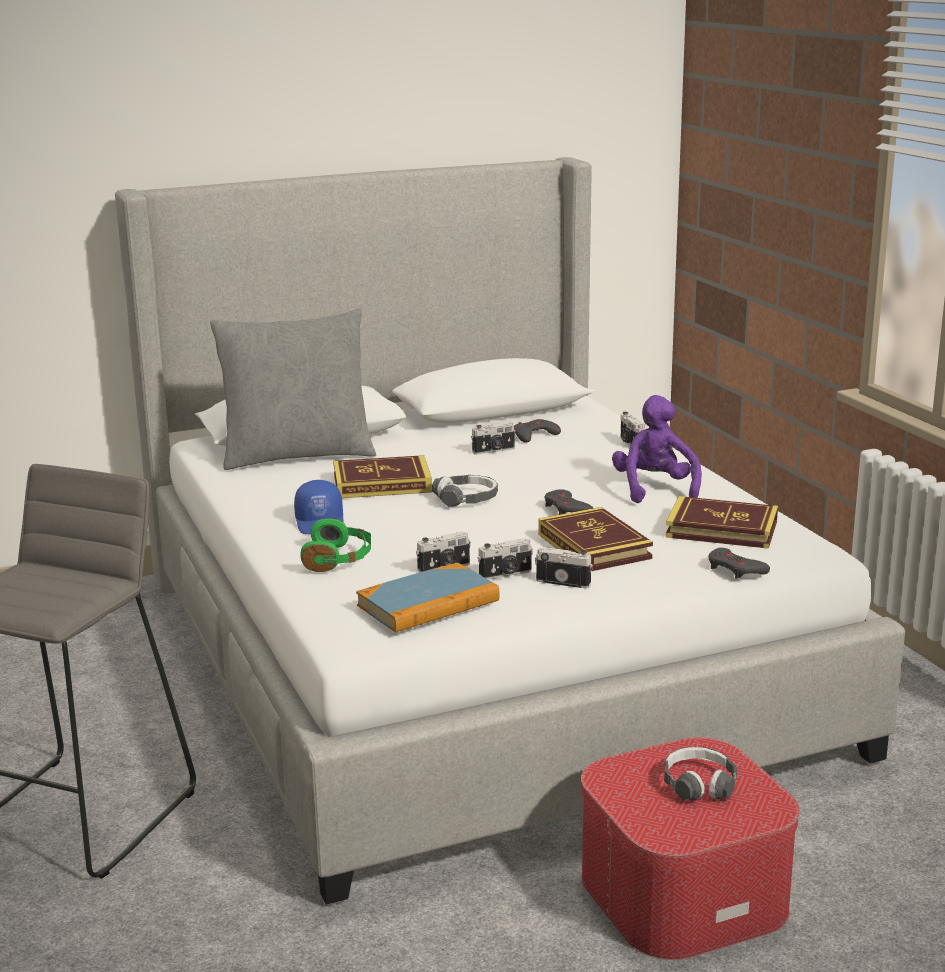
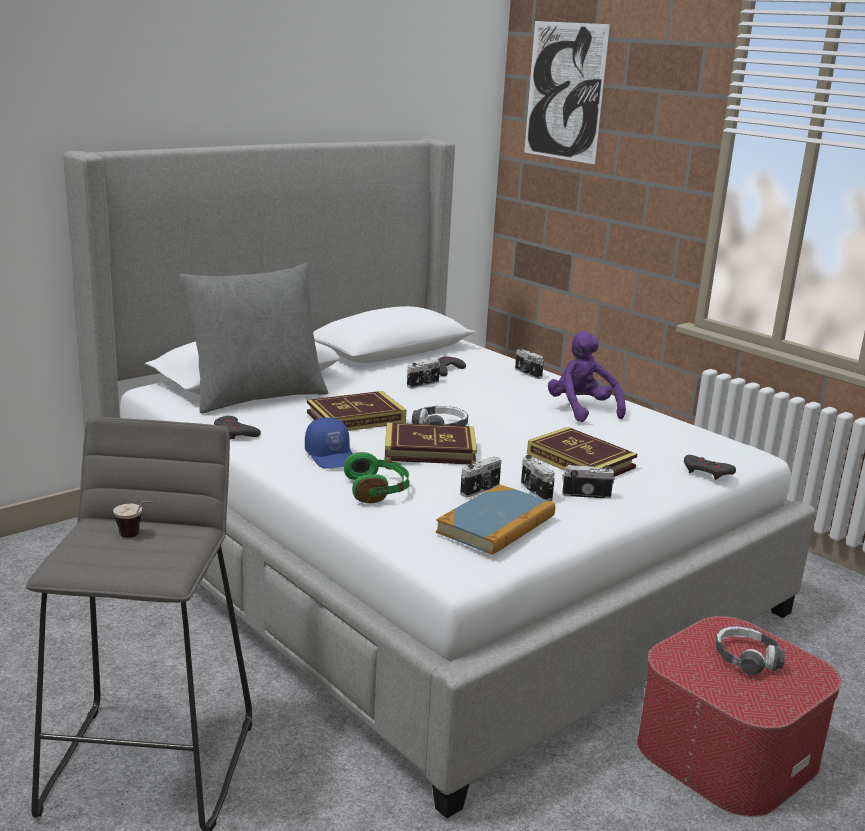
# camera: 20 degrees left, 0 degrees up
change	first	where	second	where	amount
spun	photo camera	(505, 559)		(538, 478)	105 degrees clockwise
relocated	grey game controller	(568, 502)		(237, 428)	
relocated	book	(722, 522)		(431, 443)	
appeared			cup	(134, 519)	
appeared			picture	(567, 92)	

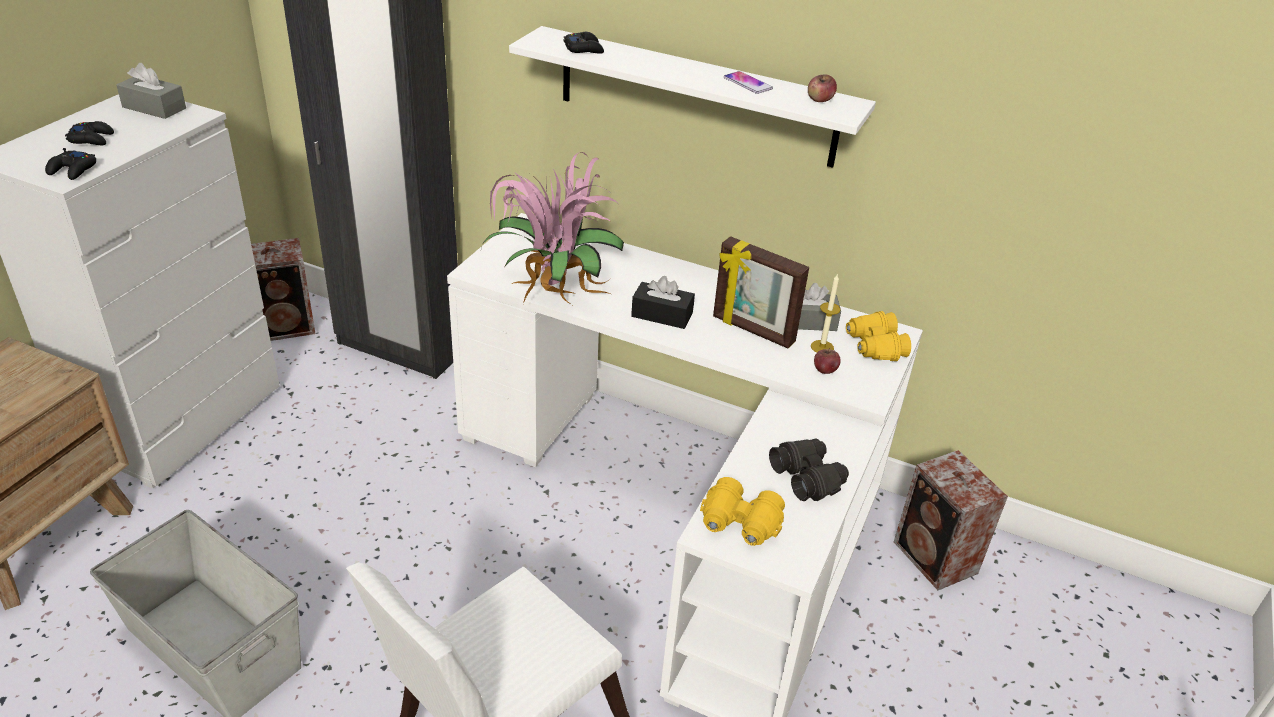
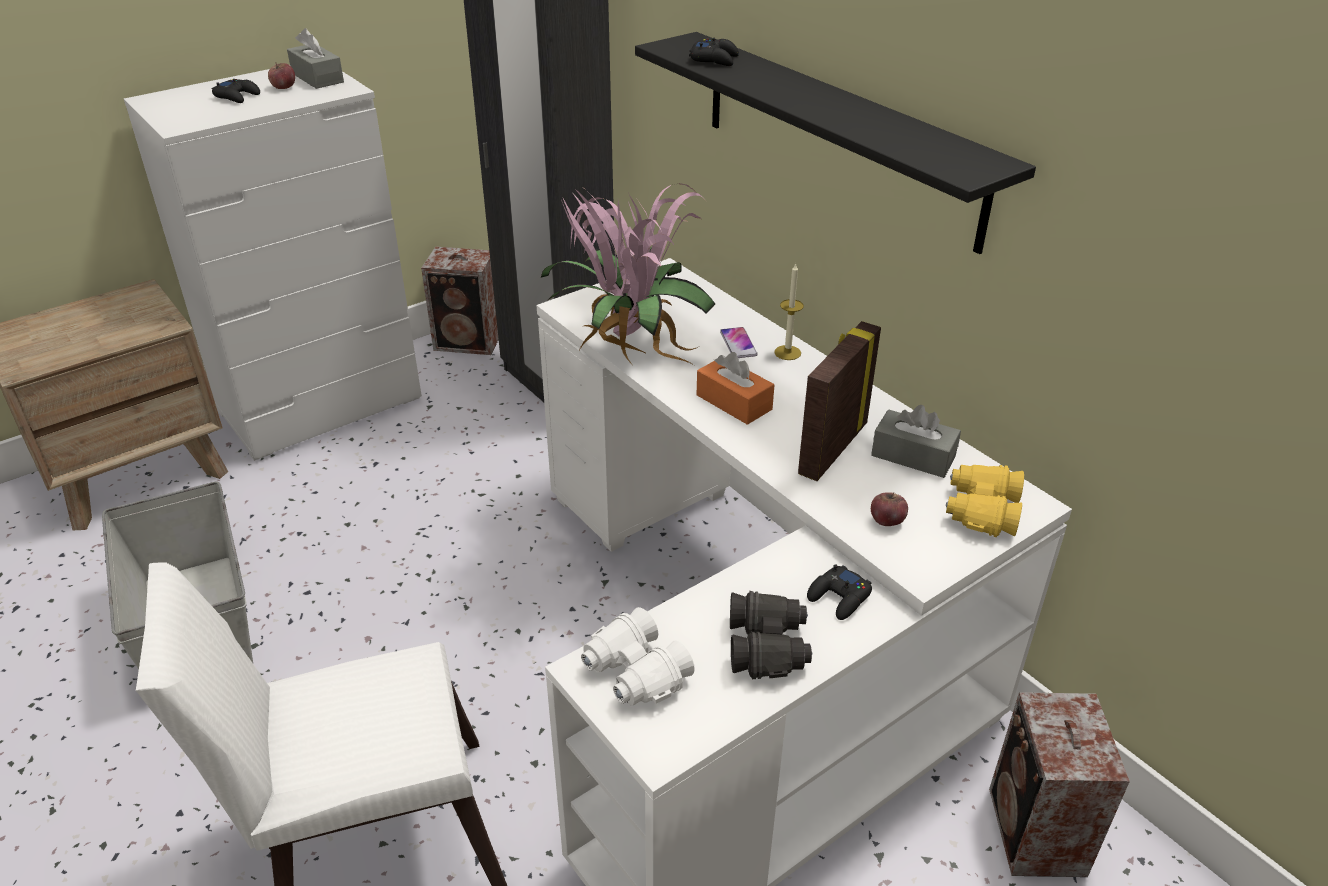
# camera: 30 degrees right, 0 degrees up
change	first	where	second	where	amount
relocated	black game controller	(70, 164)		(839, 592)	
colour	white shelf	(692, 97)	black shelf	(835, 143)	
colour	black tissue box	(663, 302)	orange tissue box	(735, 388)	
colour	yellow binoculars	(742, 511)	white binoculars	(638, 656)	
spun	picture frame	(761, 292)		(839, 401)	60 degrees clockwise
relocated	phone	(748, 82)		(739, 342)	
relocated	apple	(822, 88)		(281, 75)	
relocated	candle	(826, 313)		(789, 311)	

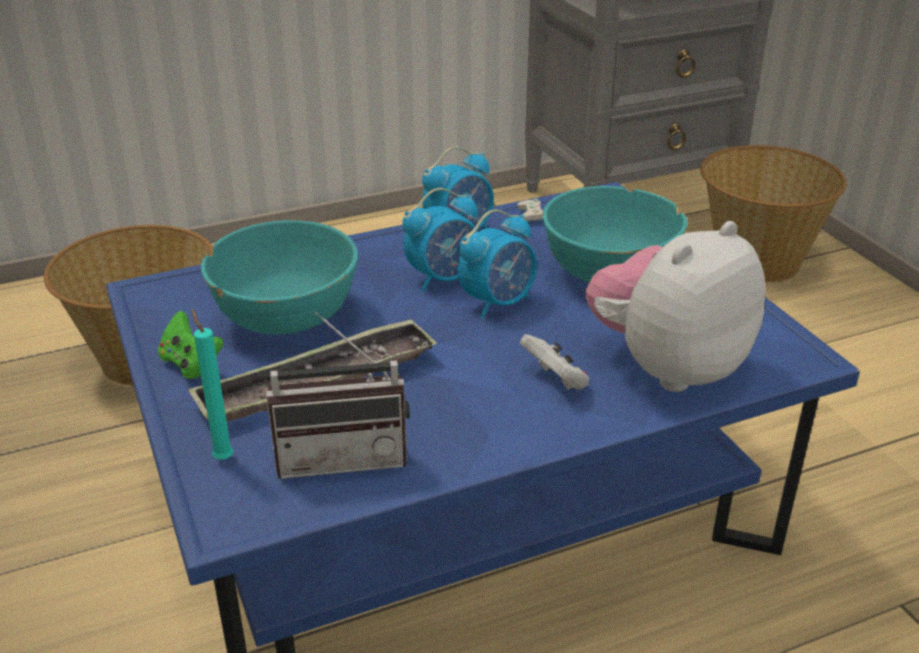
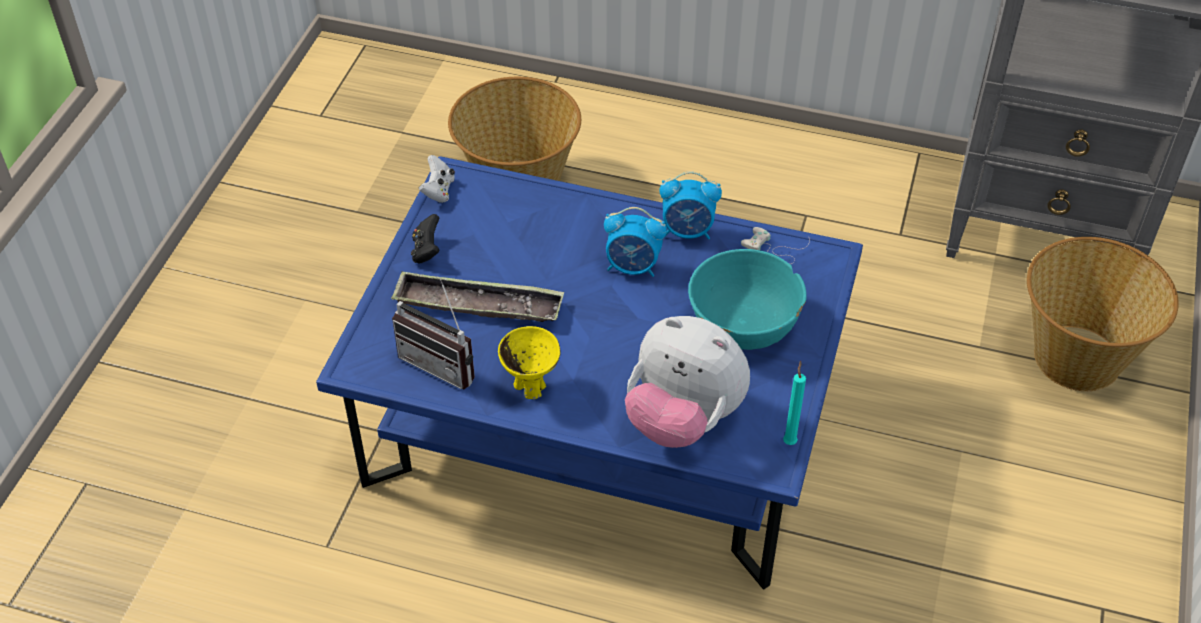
# camera: 40 degrees right, 15 degrees up
change	first	where	second	where	amount
colour	green game controller	(190, 345)	black game controller	(425, 238)	
relocated	turquoise candle	(212, 384)		(794, 402)	
missing	turquoise bowl	(279, 277)			
missing	alarm clock	(497, 264)			
relocated	white game controller	(554, 362)		(436, 179)	
spun	plush toy	(675, 306)		(687, 382)	150 degrees counterclockwise
appeared			yellow bowl	(529, 362)	

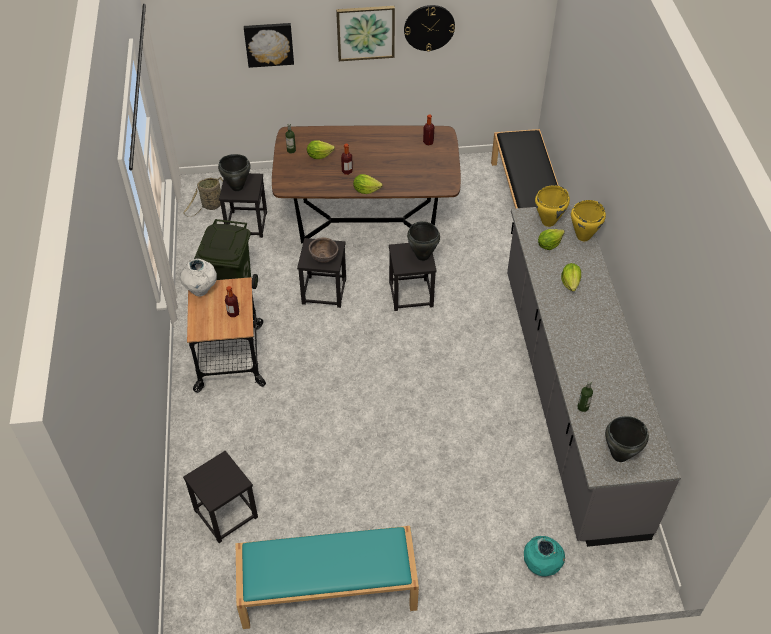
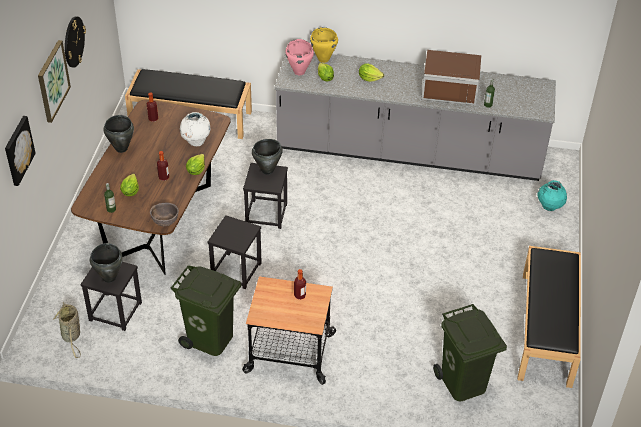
# camera: 75 degrees left, 5 degrees down
change	first	where	second	where	amount
relocated	white vase	(198, 277)		(195, 129)	
exchanged	black stool	(220, 497)	green trash can	(470, 352)	
colour	turquoise bench	(327, 577)	black bench	(549, 317)	
relocated	brown bowl	(323, 250)		(164, 215)	
colour	yellow cooking pot	(552, 206)	pink cooking pot	(300, 57)	
relocated	black cooking pot	(627, 439)		(118, 134)	
appeared			brown microwave	(451, 77)	

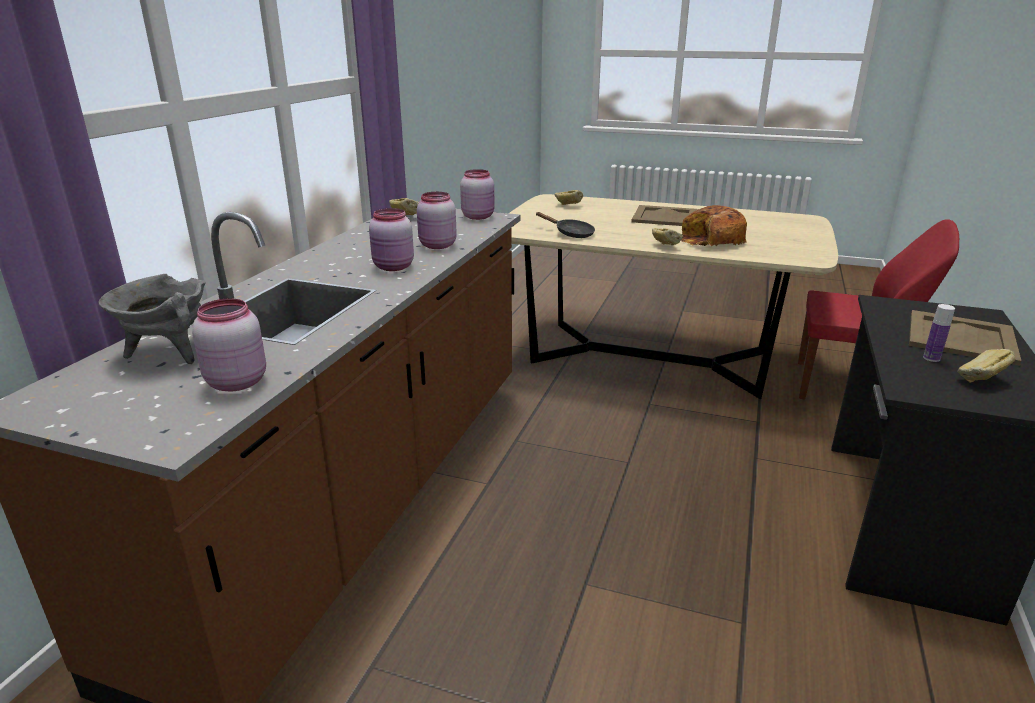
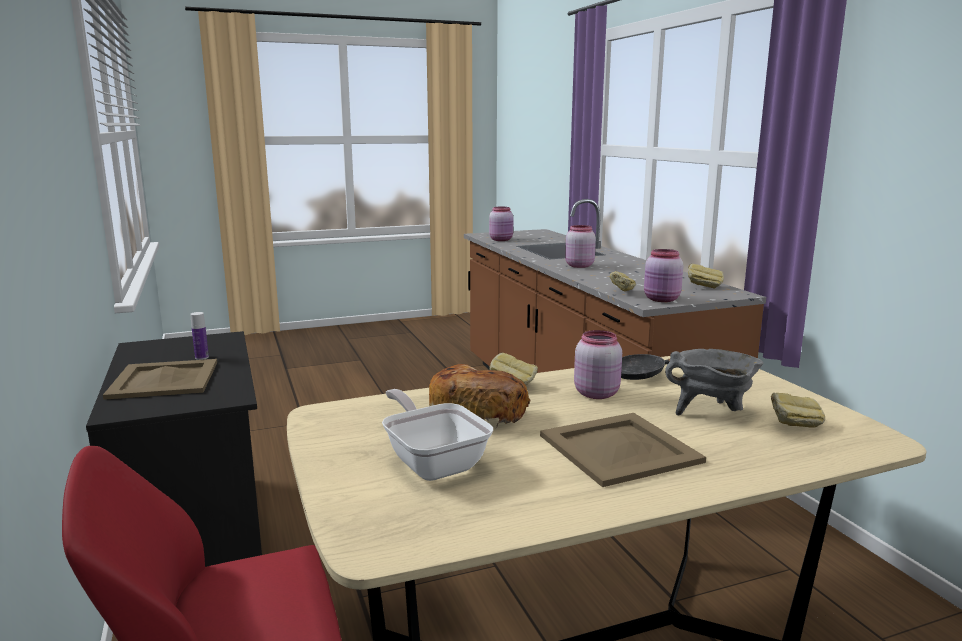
# camera: 140 degrees right, 10 degrees down
change	first	where	second	where	amount
relocated	grey cooking pot	(152, 319)		(714, 382)	
relocated	pink jar	(437, 220)		(598, 364)	
relocated	bread	(986, 366)		(623, 281)	
appeared			frying pan	(437, 435)	

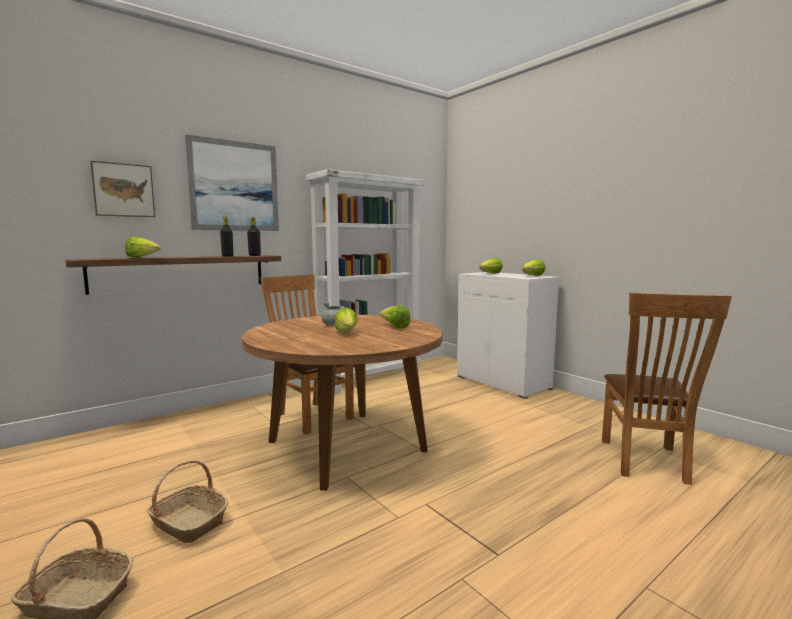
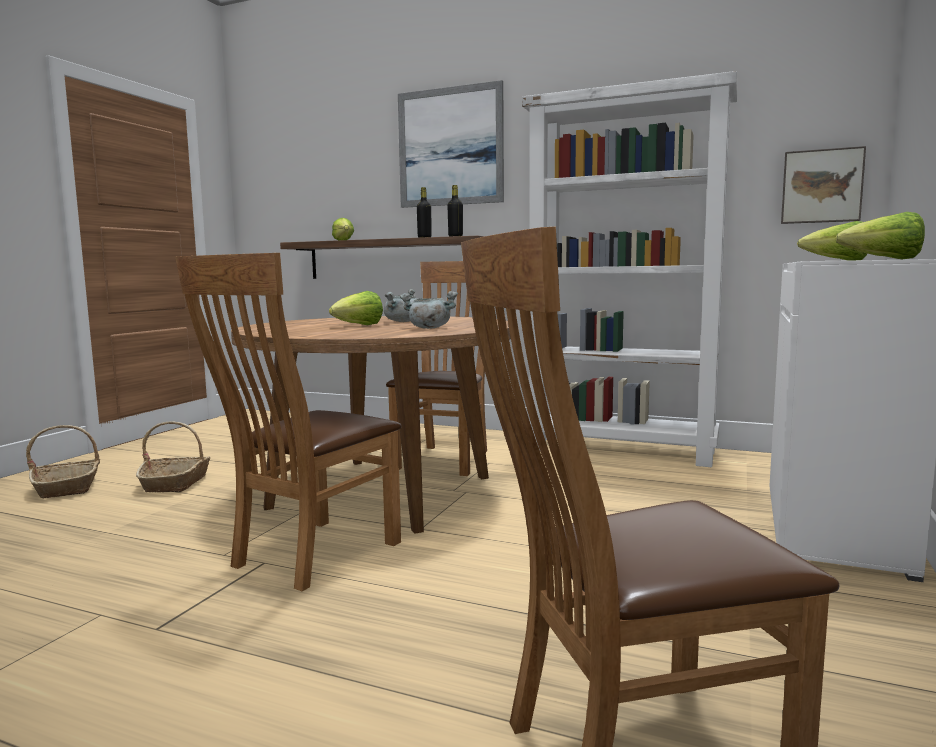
# camera: 60 degrees right, 0 degrees up
change	first	where	second	where	amount
relocated	picture	(122, 189)		(823, 185)	
exchanged	lettuce	(395, 317)	grey cooking pot	(428, 310)	
appeared			brown chair	(288, 422)	

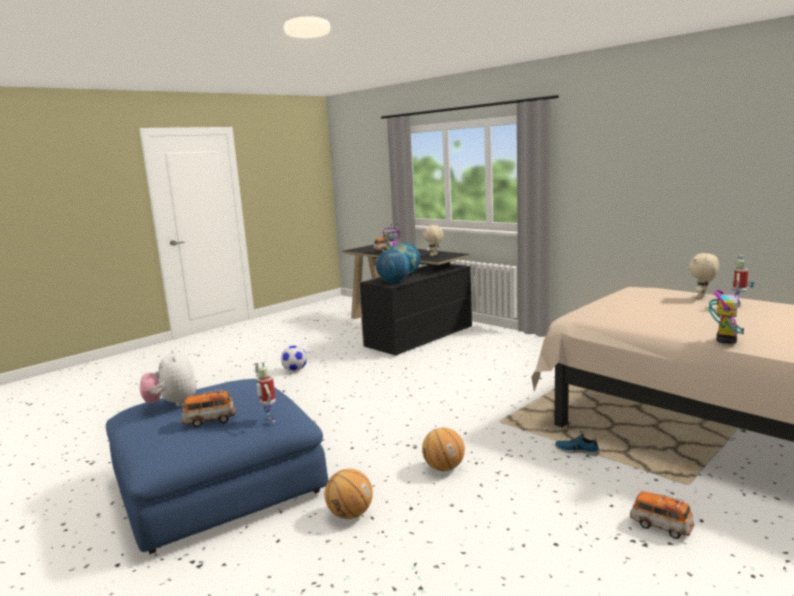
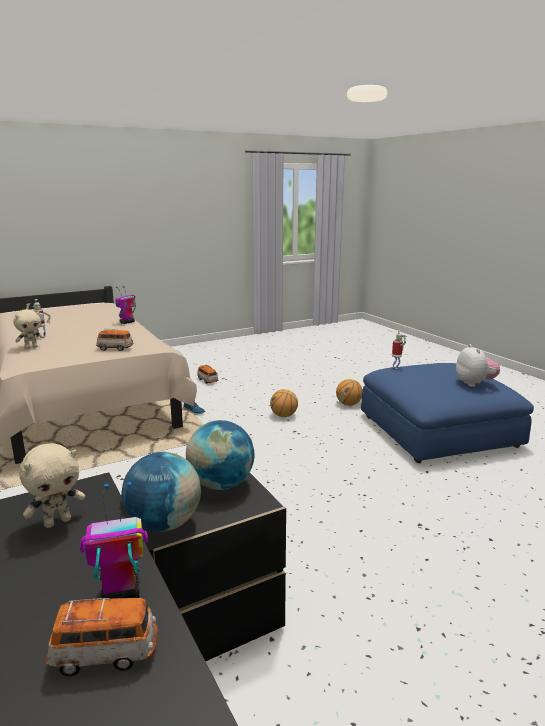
# camera: 165 degrees left, 5 degrees up
change	first	where	second	where	amount
relocated	toy car	(208, 408)		(115, 340)	
missing	football	(294, 358)			

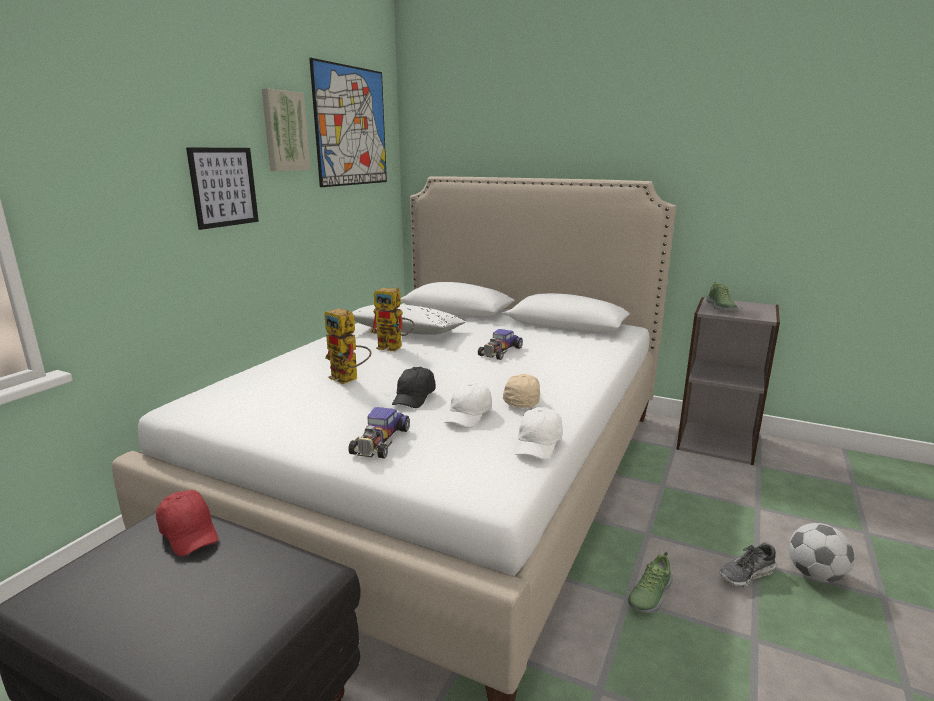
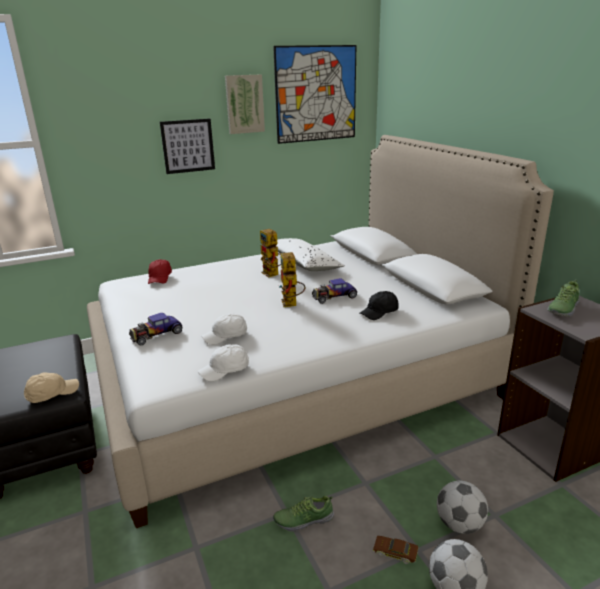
# camera: 40 degrees right, 5 degrees up
change	first	where	second	where	amount
relocated	red cap	(187, 523)		(160, 271)	
relocated	toy robot	(347, 346)		(292, 279)	
relocated	black cap	(414, 387)		(379, 305)	
relocated	beige cap	(521, 391)		(51, 388)	
exchanged	shoe	(747, 565)	brown toy car	(395, 550)	
appeared			football	(462, 507)	

